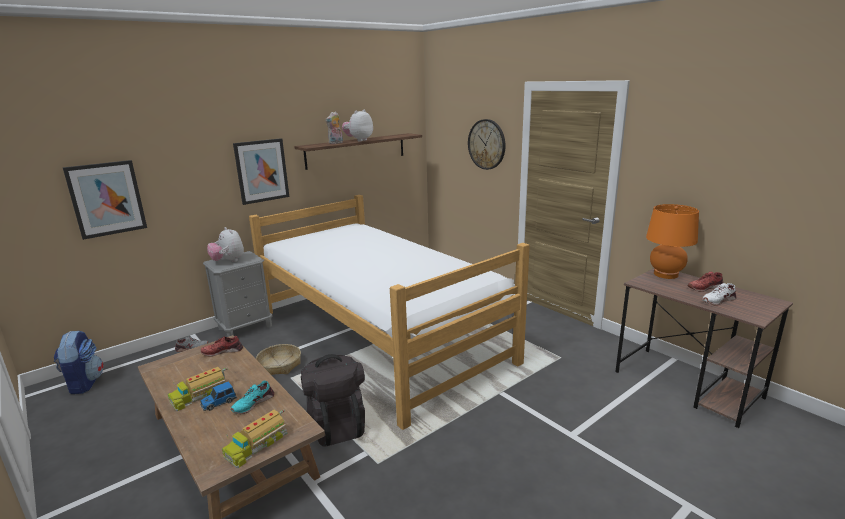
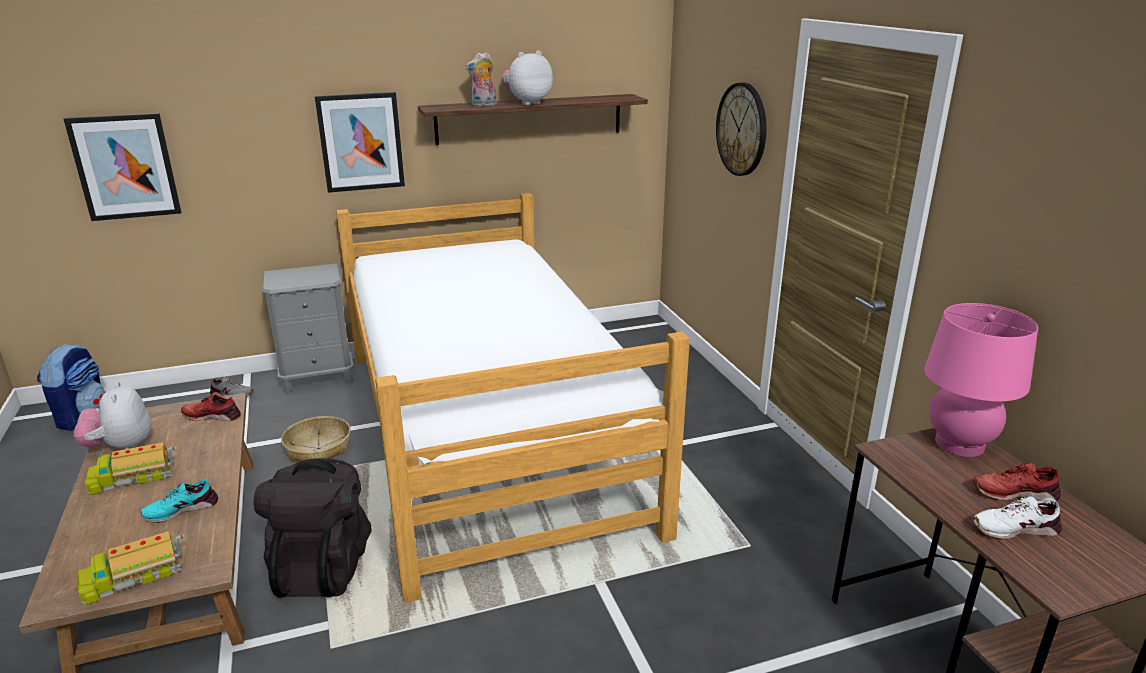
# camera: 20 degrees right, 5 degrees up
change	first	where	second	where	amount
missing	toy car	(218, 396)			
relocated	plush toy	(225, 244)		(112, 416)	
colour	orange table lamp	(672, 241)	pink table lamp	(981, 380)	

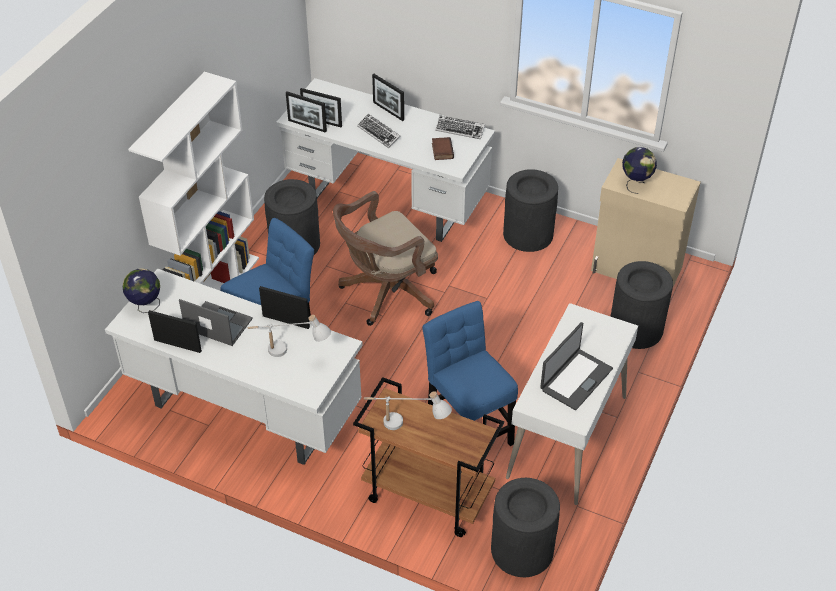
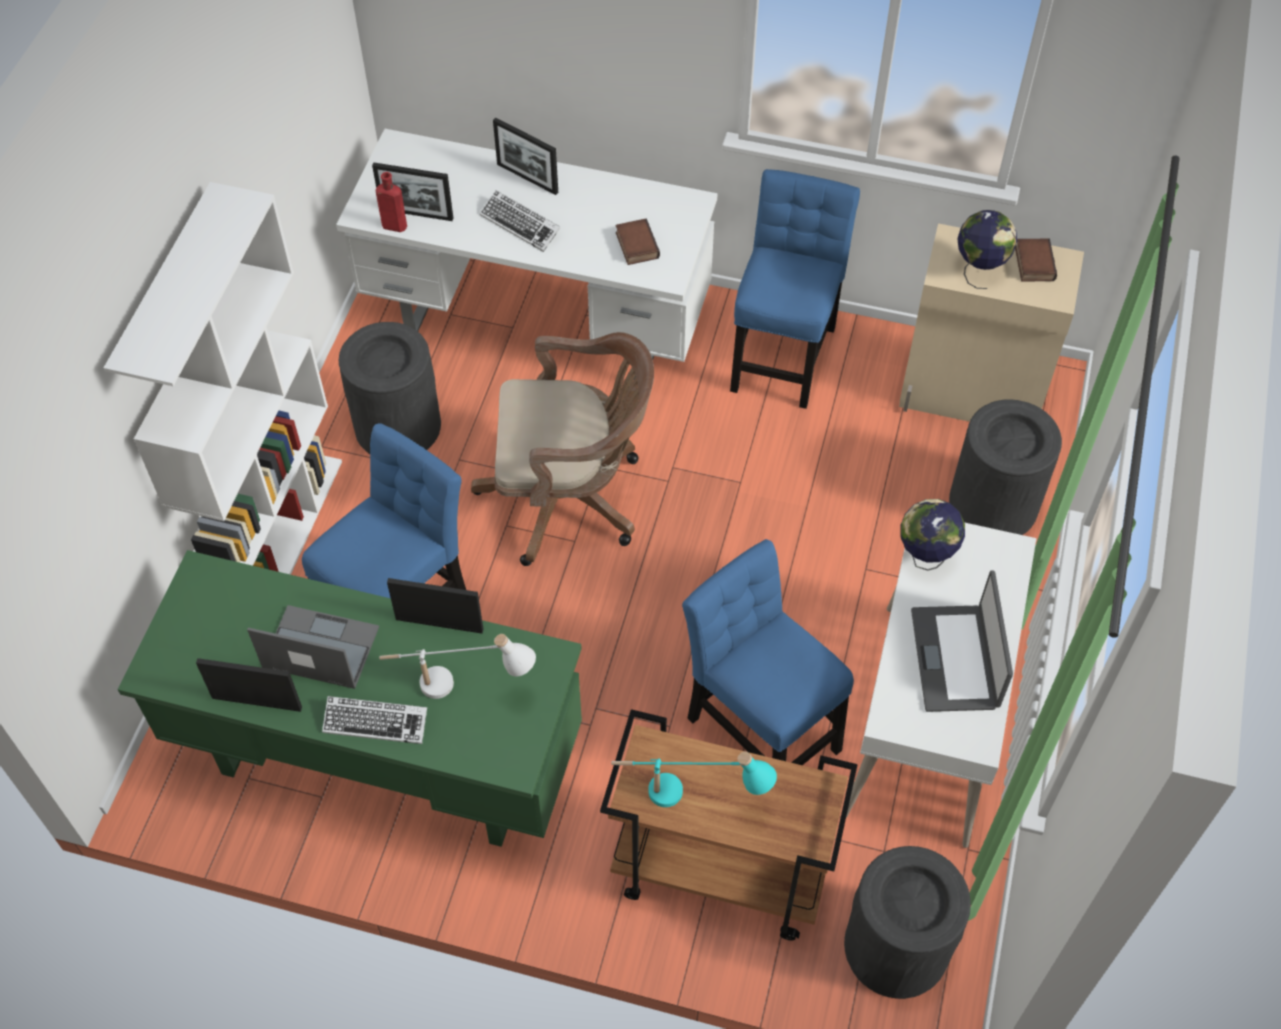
# camera: 10 degrees left, 10 degrees up
change	first	where	second	where	amount
colour	white desk	(234, 367)	green desk	(349, 698)	
relocated	globe	(141, 290)		(932, 535)	
exchanged	picture frame	(306, 112)	red bottle	(391, 202)	
spun	brown office chair	(385, 258)		(562, 449)	135 degrees counterclockwise
colour	white table lamp	(408, 410)	turquoise table lamp	(694, 779)	
relocated	keyboard	(460, 127)		(374, 720)	
exchanged	black trash can	(530, 210)	blue chair	(795, 289)	
spun	laptop	(576, 366)		(962, 641)	150 degrees clockwise
appeared			book	(1036, 260)	

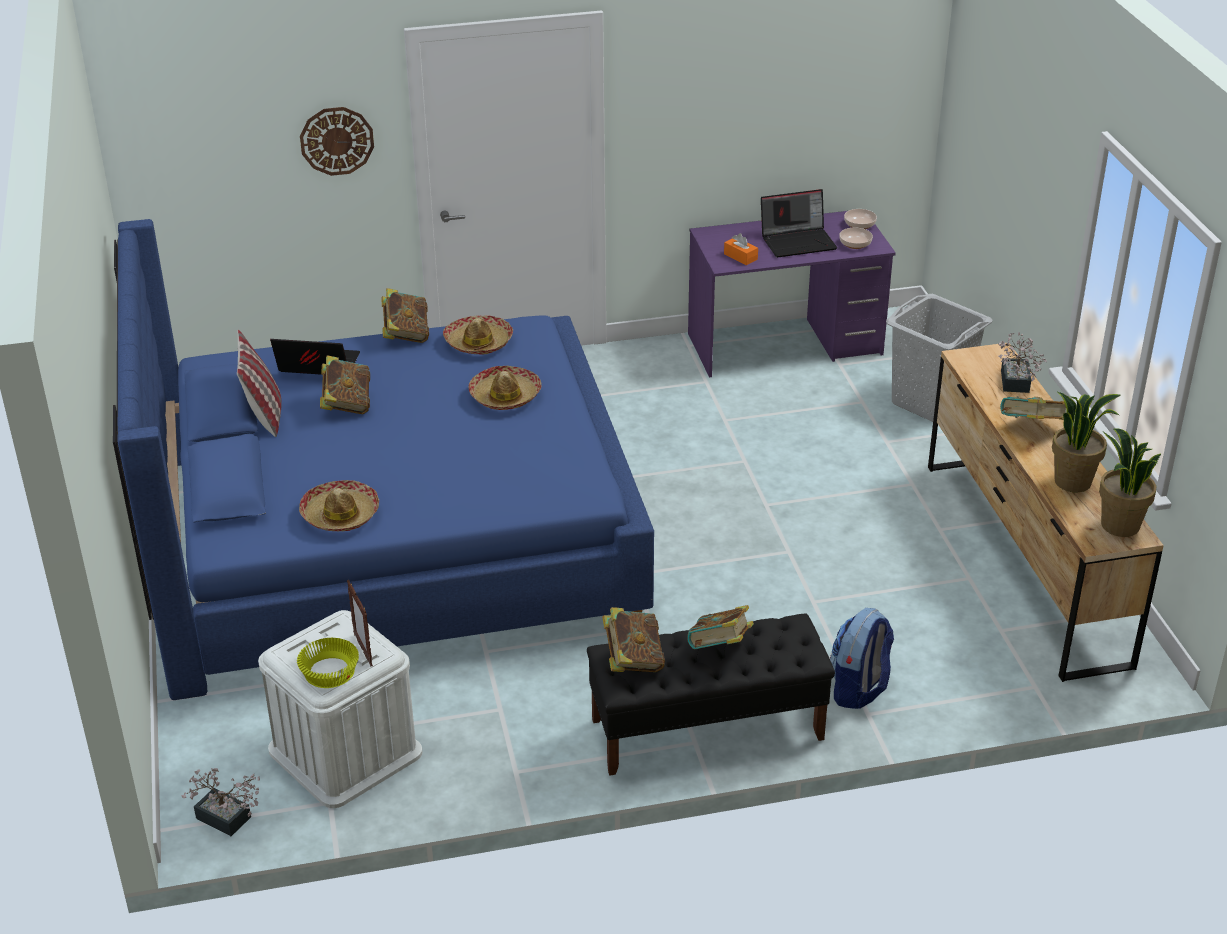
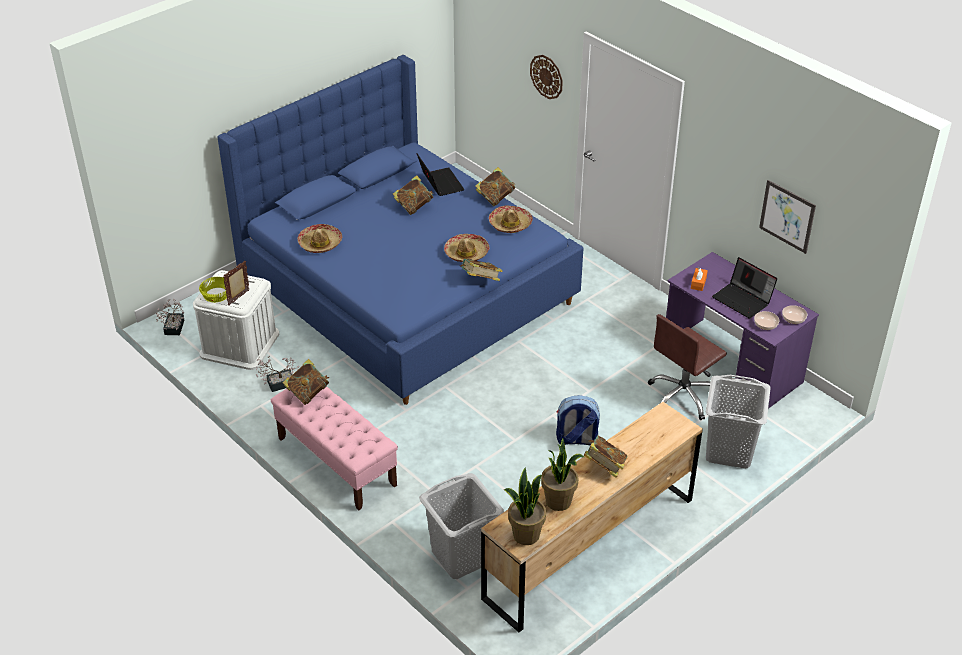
# camera: 60 degrees right, 5 degrees up
change	first	where	second	where	amount
missing	pillow	(259, 383)			
colour	black bench	(711, 695)	pink bench	(334, 448)	
relocated	book	(720, 627)		(481, 270)	
relocated	backpack	(862, 658)		(578, 420)	
relocated	potted plant	(1022, 362)		(277, 374)	
appeared			grey laundry basket	(461, 526)	
appeared			brown office chair	(687, 367)	
appeared			picture	(787, 217)	

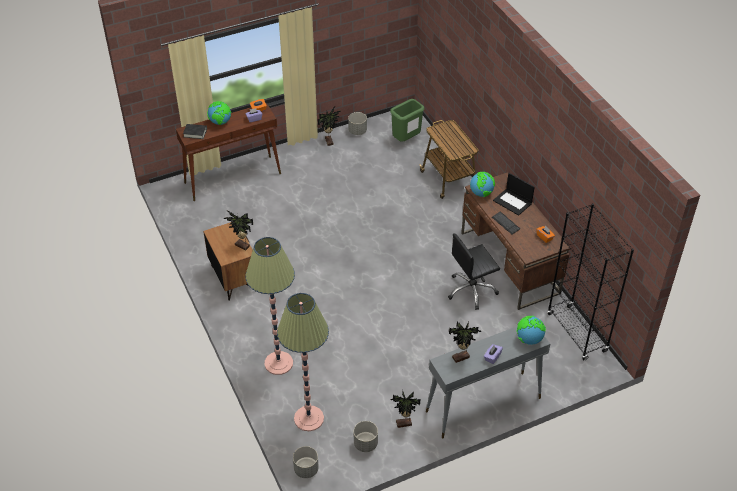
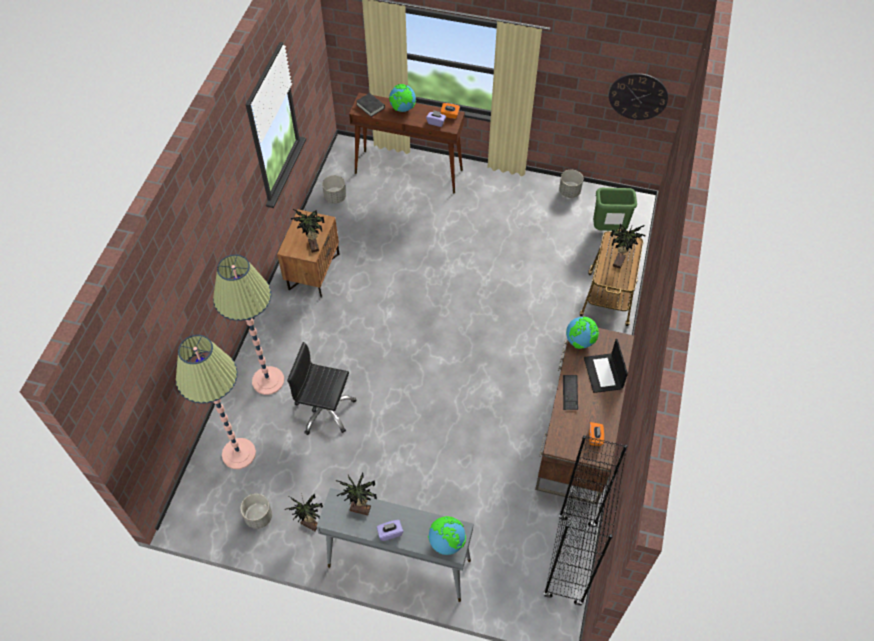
# camera: 40 degrees right, 10 degrees up
change	first	where	second	where	amount
relocated	grey planter	(306, 462)		(334, 189)	
relocated	potted plant	(329, 126)		(628, 246)	
relocated	black office chair	(474, 271)		(321, 388)	
appeared			wall clock	(638, 96)	

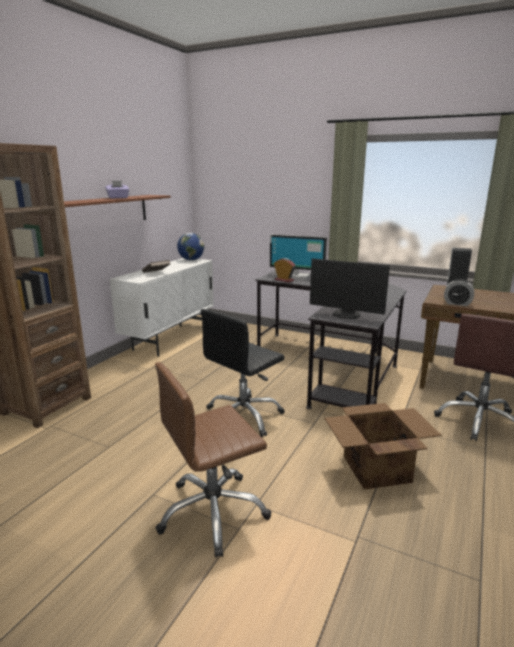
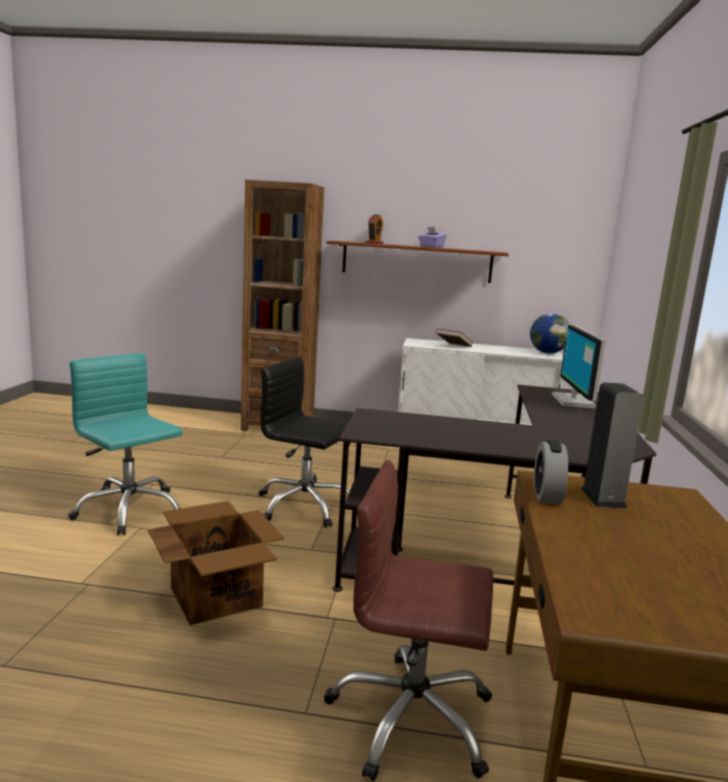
# camera: 70 degrees right, 5 degrees down
change	first	where	second	where	amount
colour	brown office chair	(213, 460)	turquoise office chair	(125, 444)	
relocated	alarm clock	(284, 270)		(374, 229)	
missing	monitor	(350, 288)			

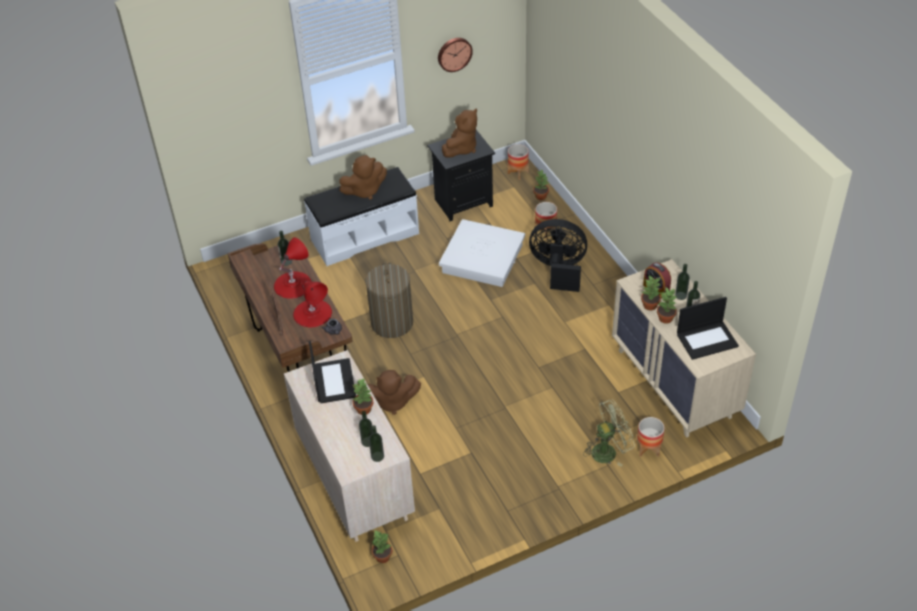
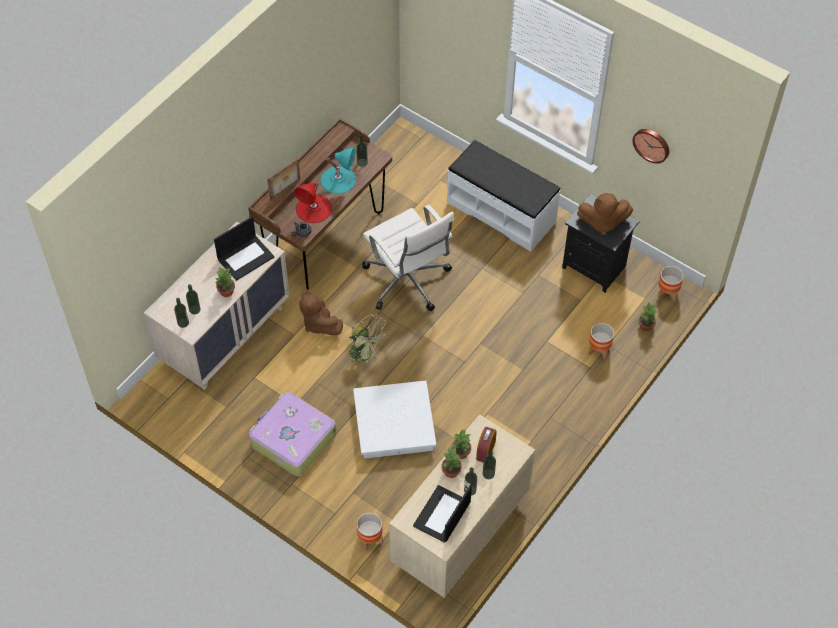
# camera: 60 degrees right, 10 degrees up
change	first	where	second	where	amount
colour	red table lamp	(293, 268)	turquoise table lamp	(338, 171)	
missing	brown plush toy	(363, 177)			
exchanged	laundry basket	(389, 300)	white office chair	(408, 258)	
missing	potted plant	(381, 547)			
relocated	white storage box	(482, 253)		(394, 420)	
missing	black fan	(558, 255)			
relocated	green fan	(609, 433)		(368, 342)	
spun	laptop	(708, 328)		(442, 513)	75 degrees clockwise
appeared			suitcase	(292, 434)	

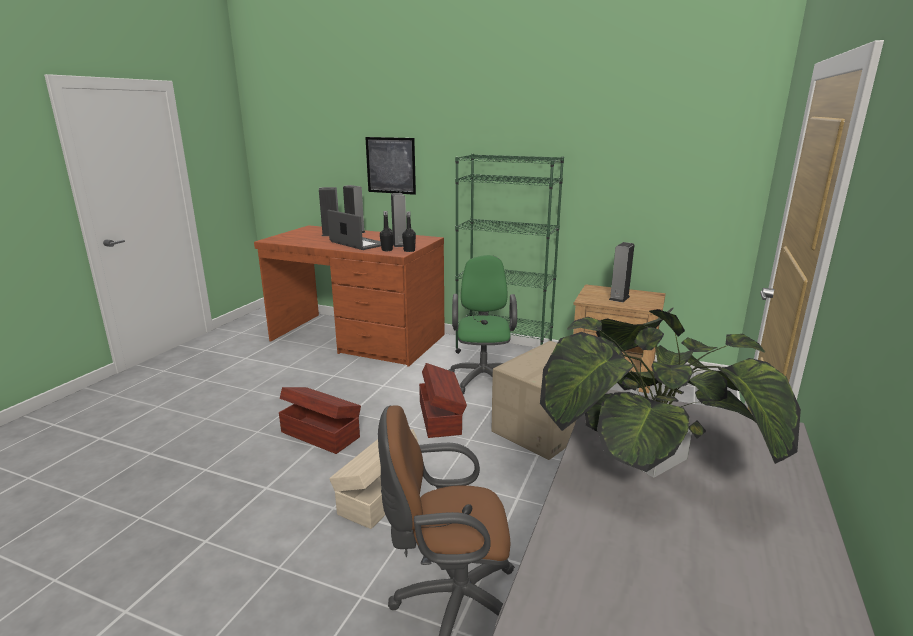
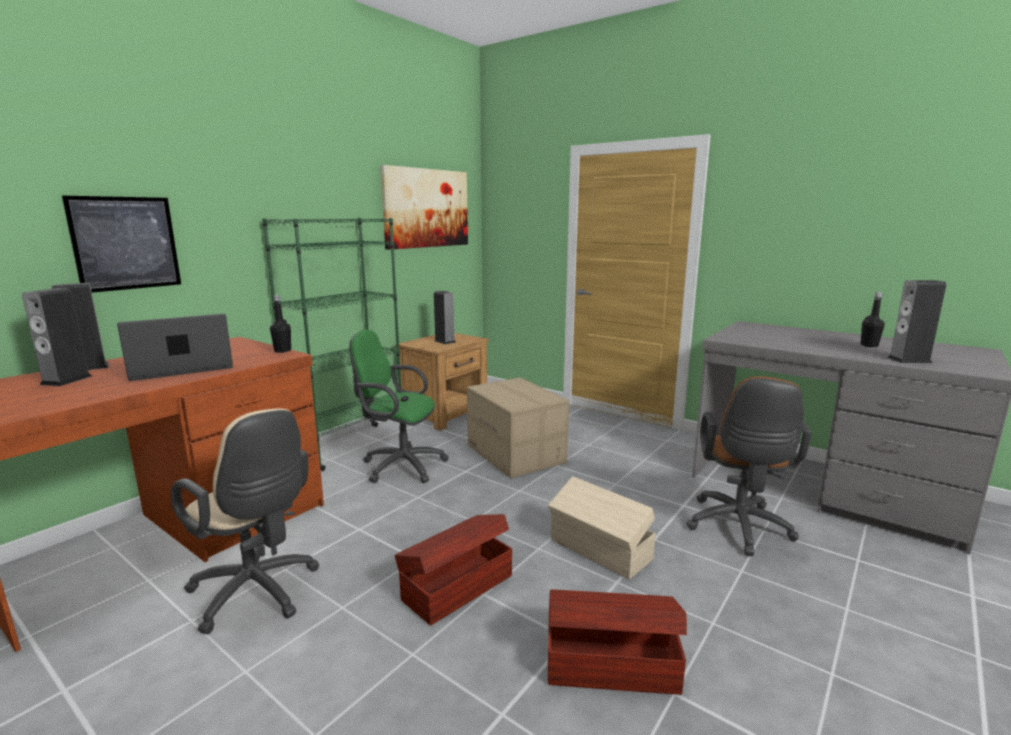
# camera: 75 degrees left, 5 degrees down
change	first	where	second	where	amount
relocated	black bottle	(386, 231)		(873, 319)	
relocated	speaker	(398, 220)		(917, 321)	
relocated	brown storage box	(443, 400)		(617, 642)	
missing	potted plant	(670, 393)			
appeared			beige office chair	(245, 521)	
appeared			picture	(424, 207)	

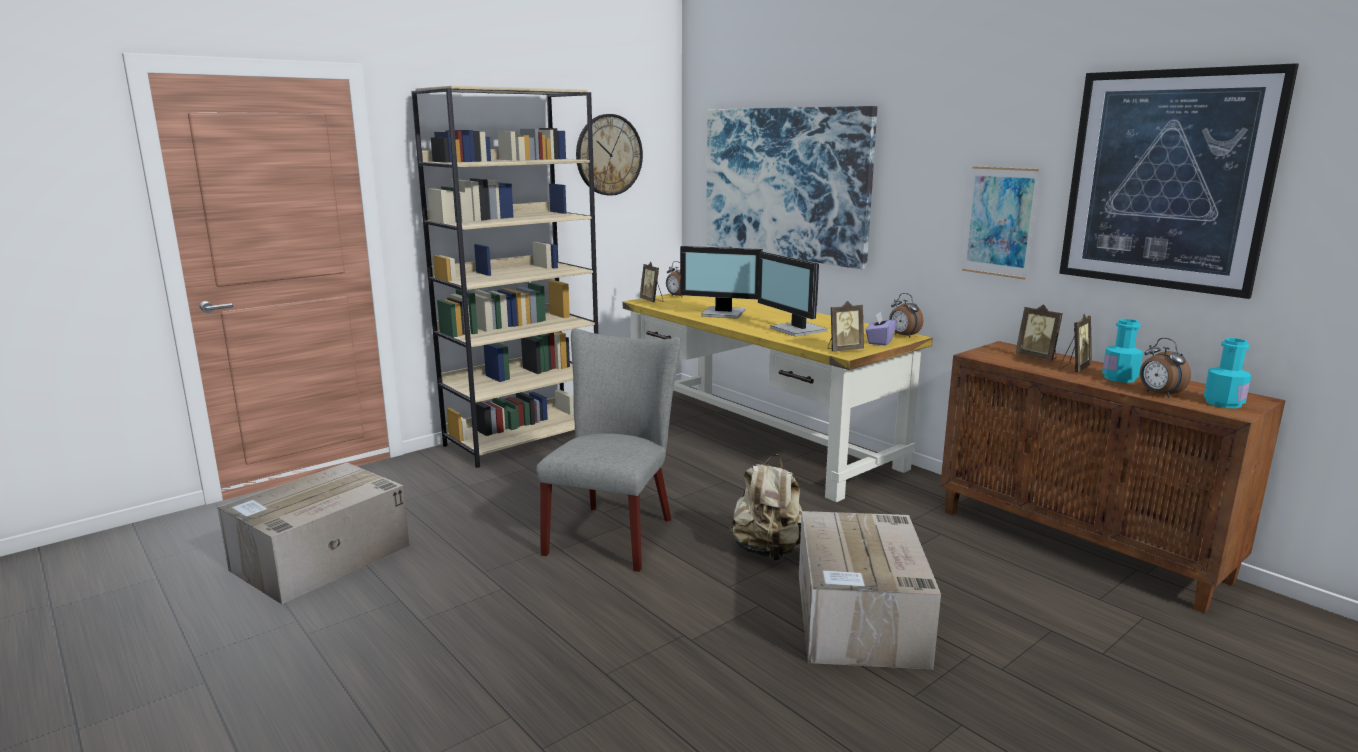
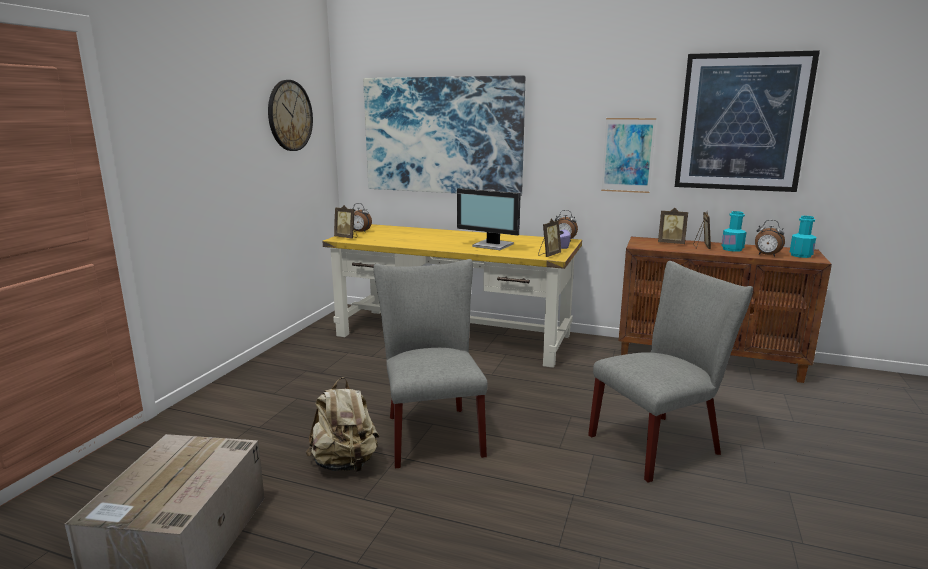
# camera: 30 degrees left, 0 degrees up
change	first	where	second	where	amount
missing	beige bookcase	(504, 276)			
missing	monitor	(721, 282)			
relocated	beige backpack	(765, 507)		(342, 424)	
exchanged	cardboard box	(870, 590)	grey chair	(670, 372)	

